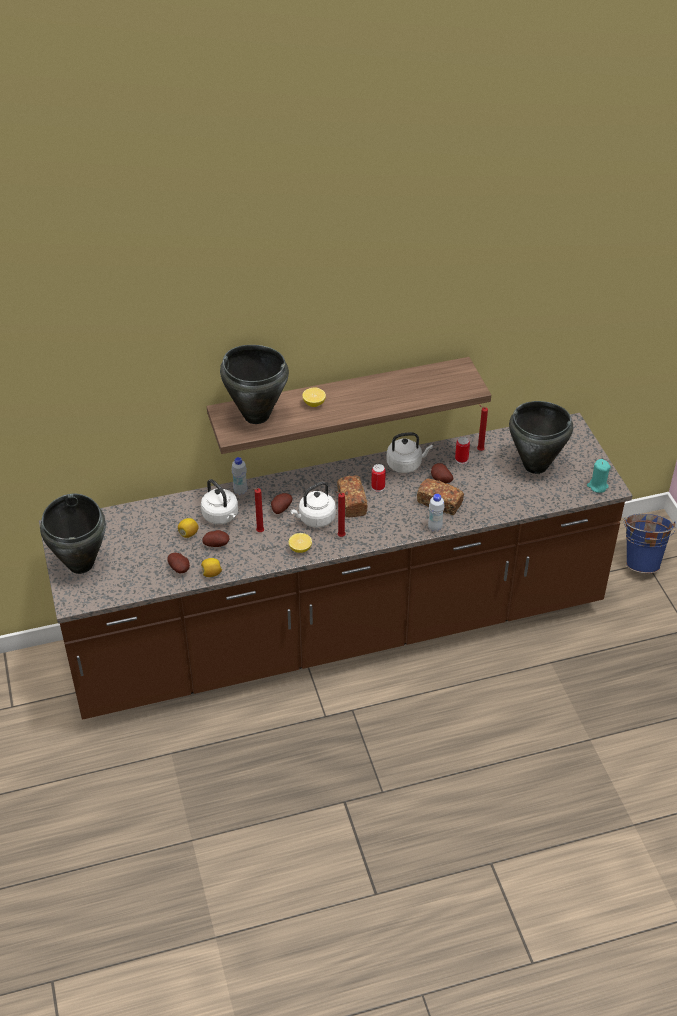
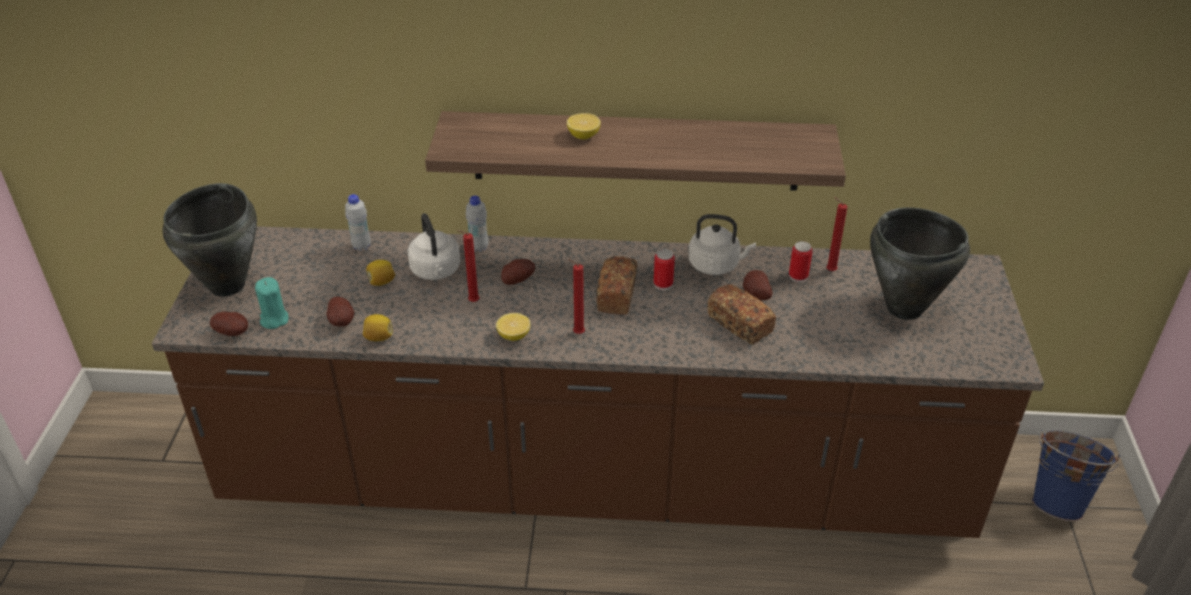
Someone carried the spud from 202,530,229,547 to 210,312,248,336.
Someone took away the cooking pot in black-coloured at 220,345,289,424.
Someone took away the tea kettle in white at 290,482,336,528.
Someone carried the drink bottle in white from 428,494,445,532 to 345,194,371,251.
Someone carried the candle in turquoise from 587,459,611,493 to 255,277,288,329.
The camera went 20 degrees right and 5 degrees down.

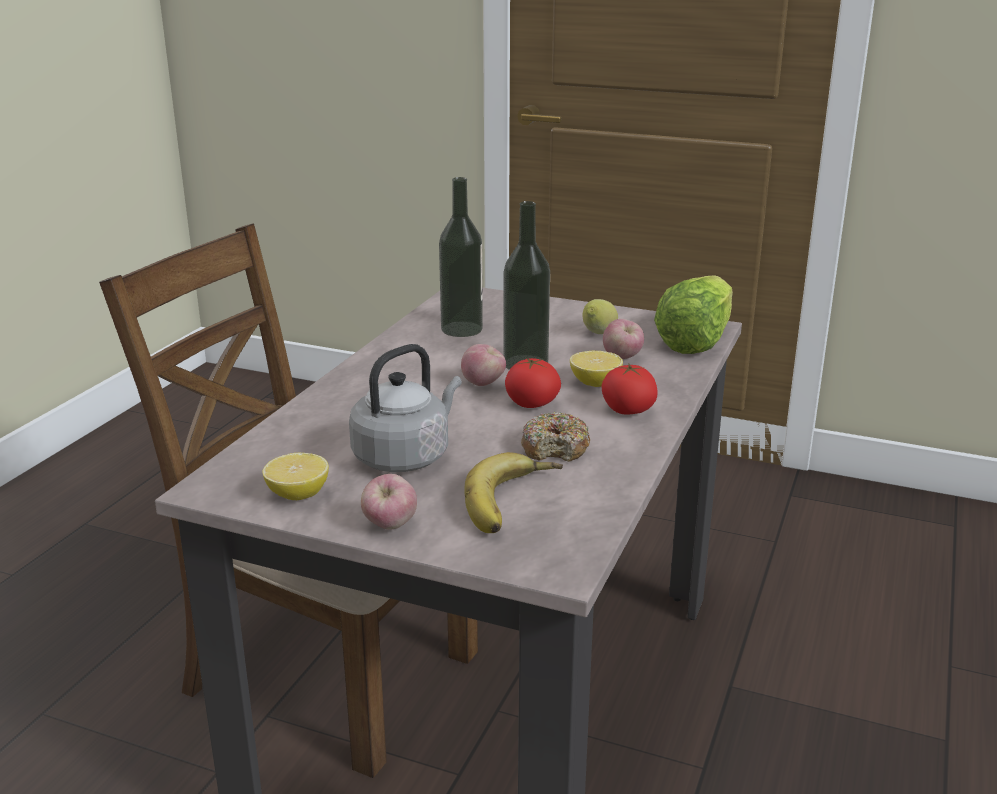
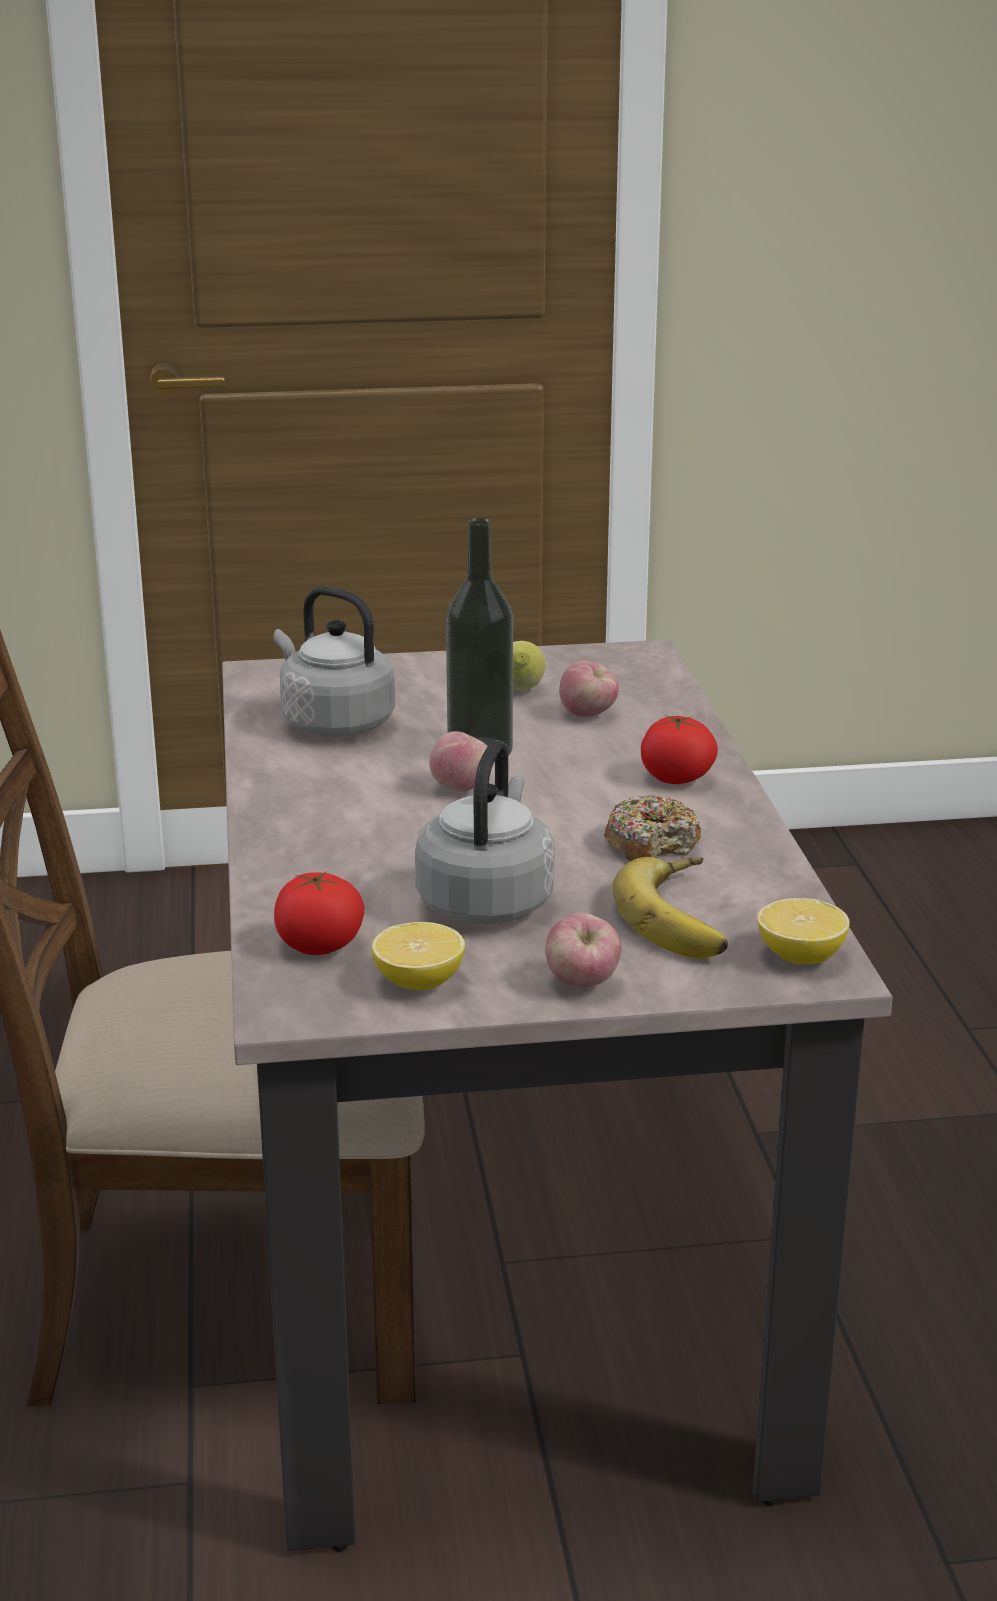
Someone swapped the drink bottle at 439,177,483,337 for the tea kettle in greyish at 273,586,395,737.
Someone carried the tomato from 505,357,561,408 to 274,871,364,955.
Someone carried the lemon from 570,351,623,387 to 757,898,850,964.
Someone took away the head of lettuce at 654,275,733,354.
The camera went 30 degrees left and 0 degrees up.

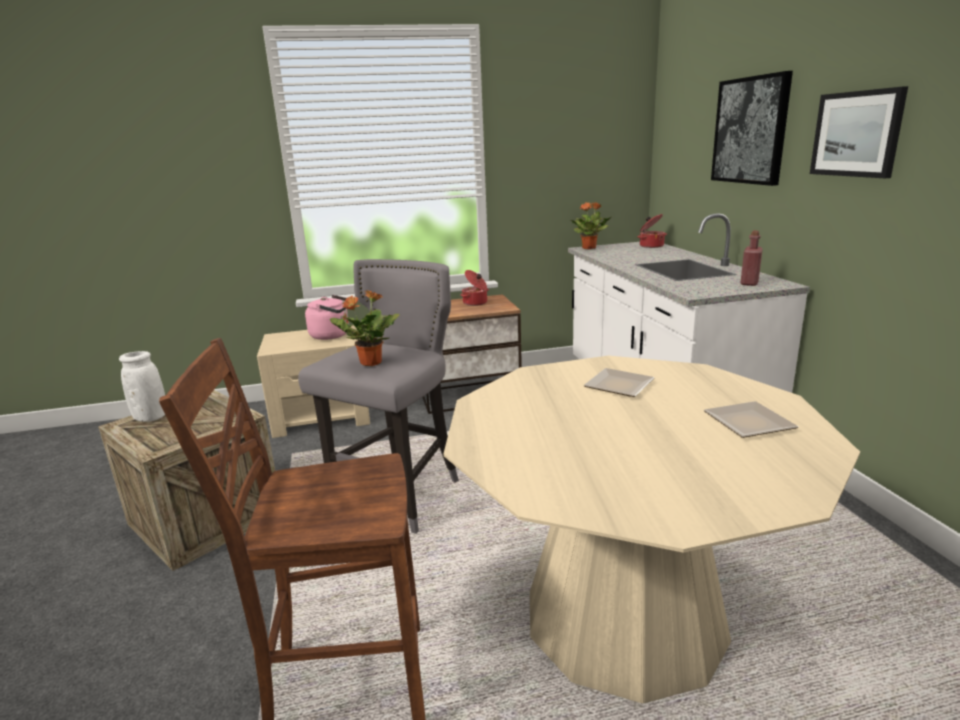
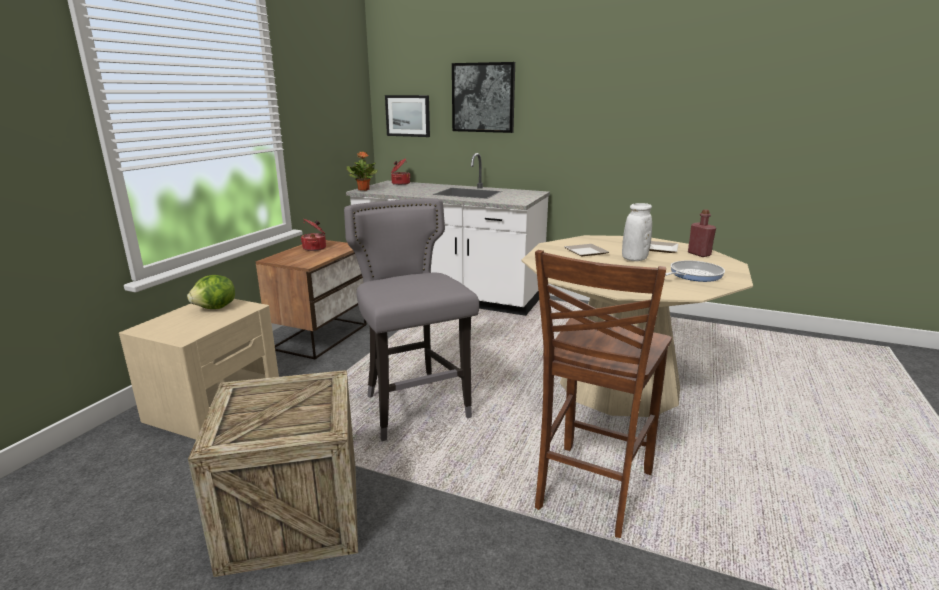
Someone carried the flower vase in white from 119,351,165,422 to 622,203,652,261.
Someone swapped the tea kettle in pink-coloured at 305,295,349,340 for the head of lettuce at 187,275,235,309.
Someone took away the houseplant at 330,290,400,366.
Someone carried the drink bottle in red from 740,230,763,286 to 688,209,716,257.
Someone carried the wall art from 810,86,908,178 to 385,95,430,137.
Someone put down the frying pan at 665,261,725,282.
The camera went 55 degrees left and 0 degrees up.

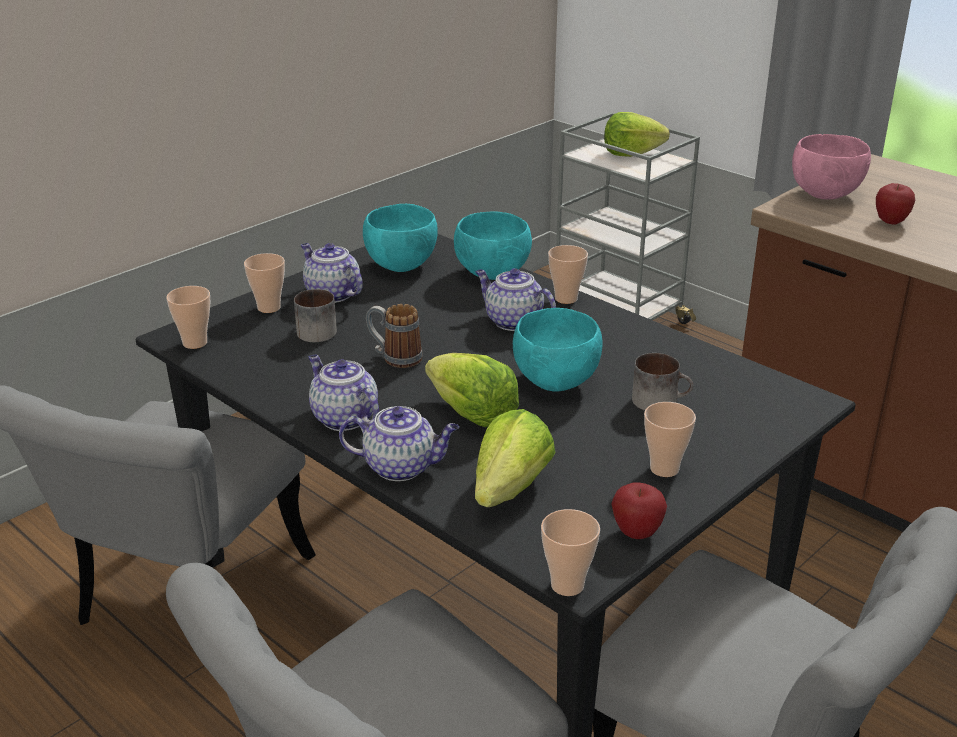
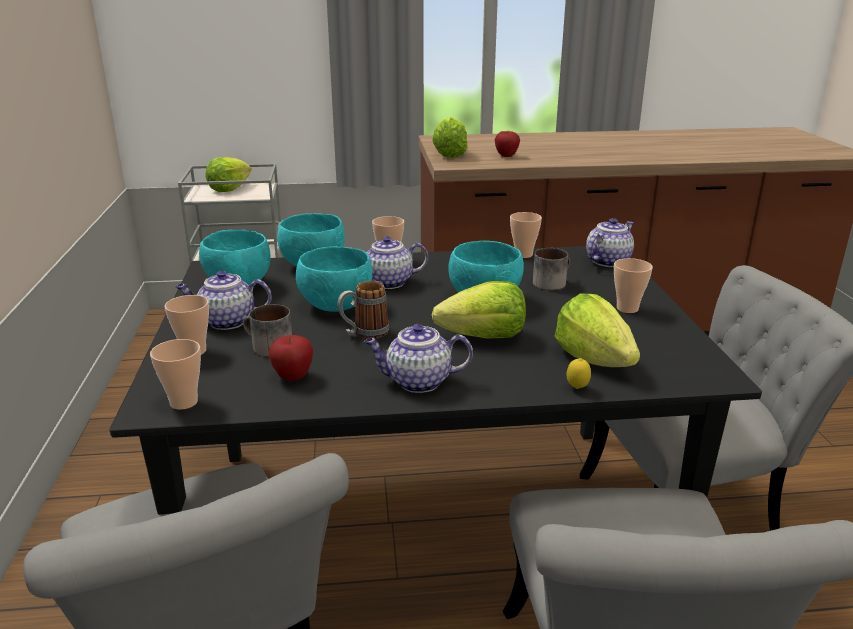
Someone carried the teapot from 339,406,459,481 to 586,218,634,267.
Someone carried the cup from 541,509,600,596 to 510,212,542,258.
Someone carried the apple fruit from 611,482,667,539 to 268,335,313,381.
Someone swapped the deep dish in pink-coloured at 792,134,871,199 for the head of lettuce at 432,117,468,158.
Someone put down the deep dish in turquoise at 296,246,372,312.
Someone put down the lemon at 567,358,591,389.
The camera went 50 degrees left and 5 degrees down.

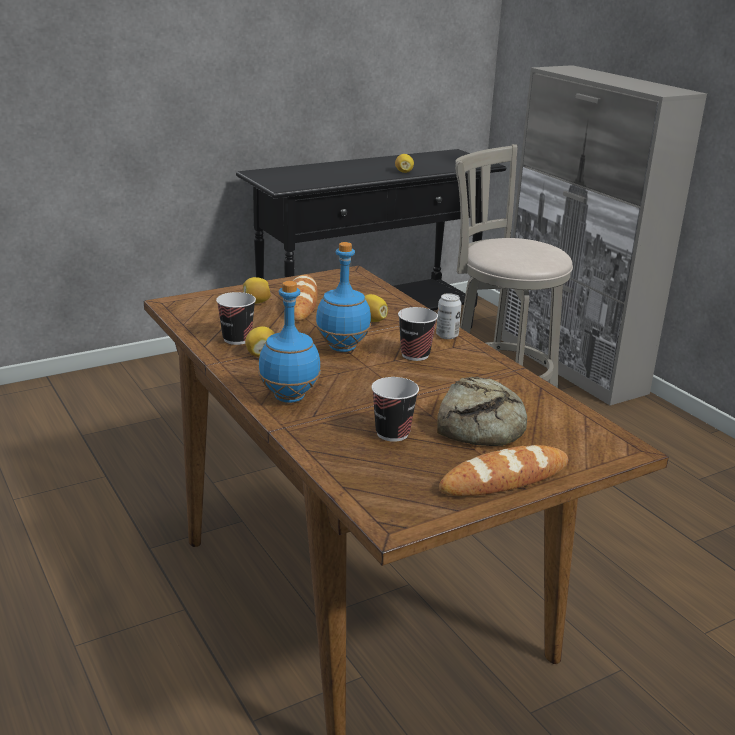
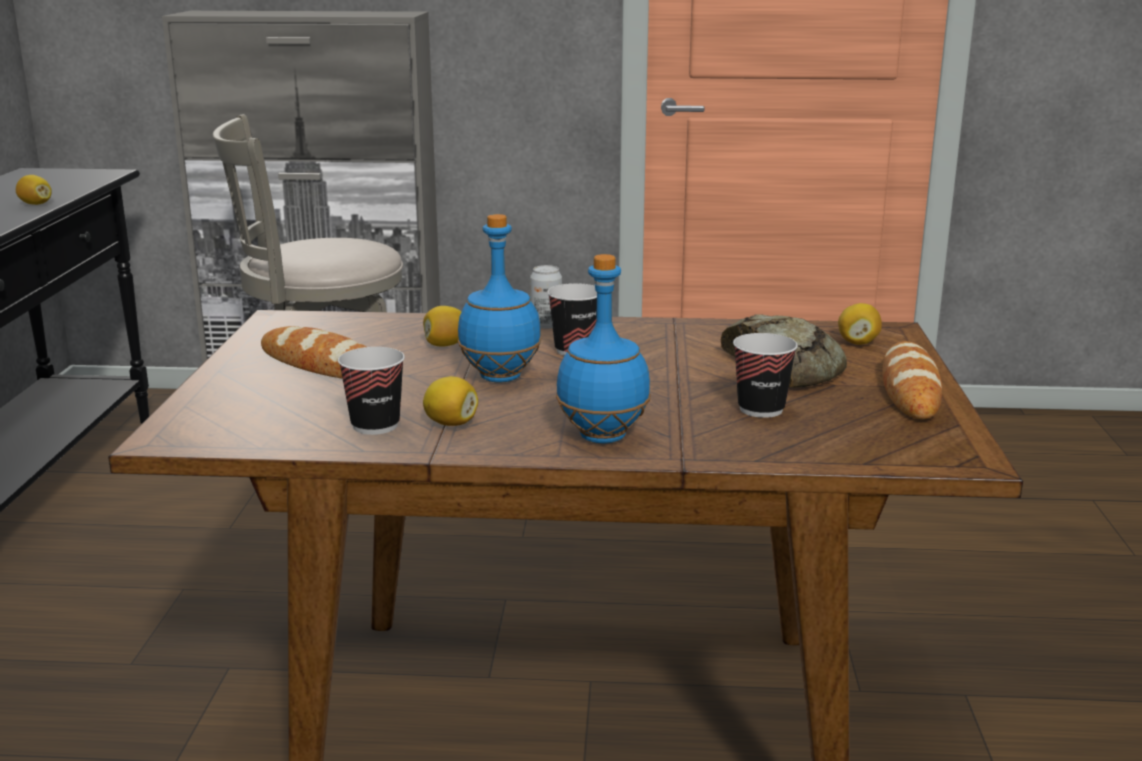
Someone carried the lemon from 243,277,271,304 to 838,303,882,345.
The camera went 55 degrees left and 5 degrees down.

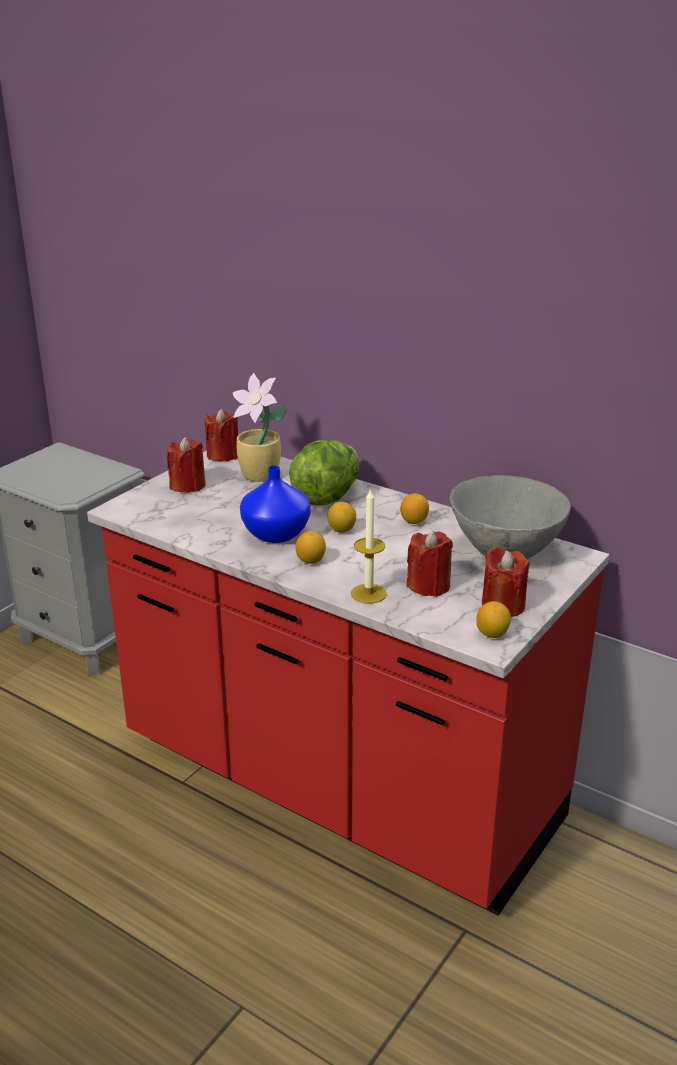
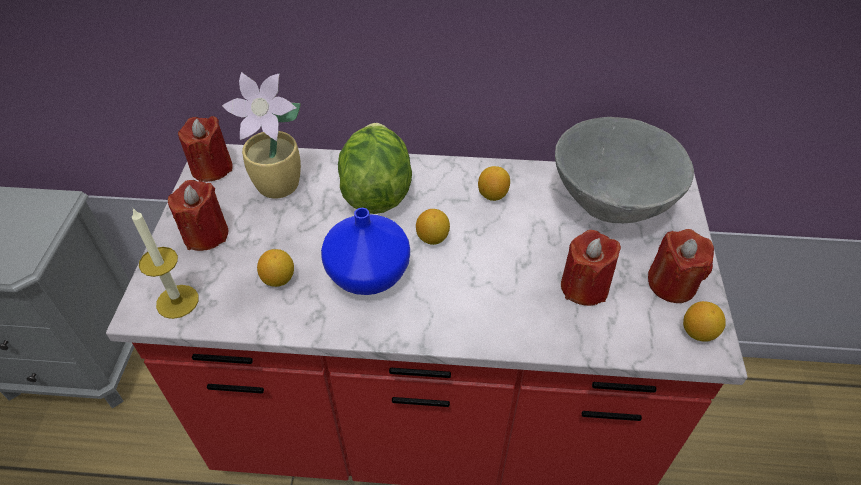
Someone carried the lemon from 296,531,326,564 to 257,249,294,287.
Someone carried the candle from 351,488,387,604 to 132,209,199,319.
The camera went 30 degrees left and 20 degrees up.

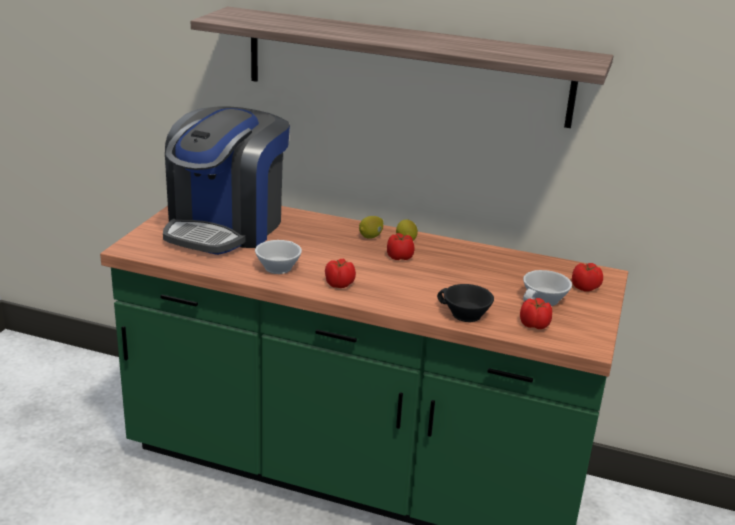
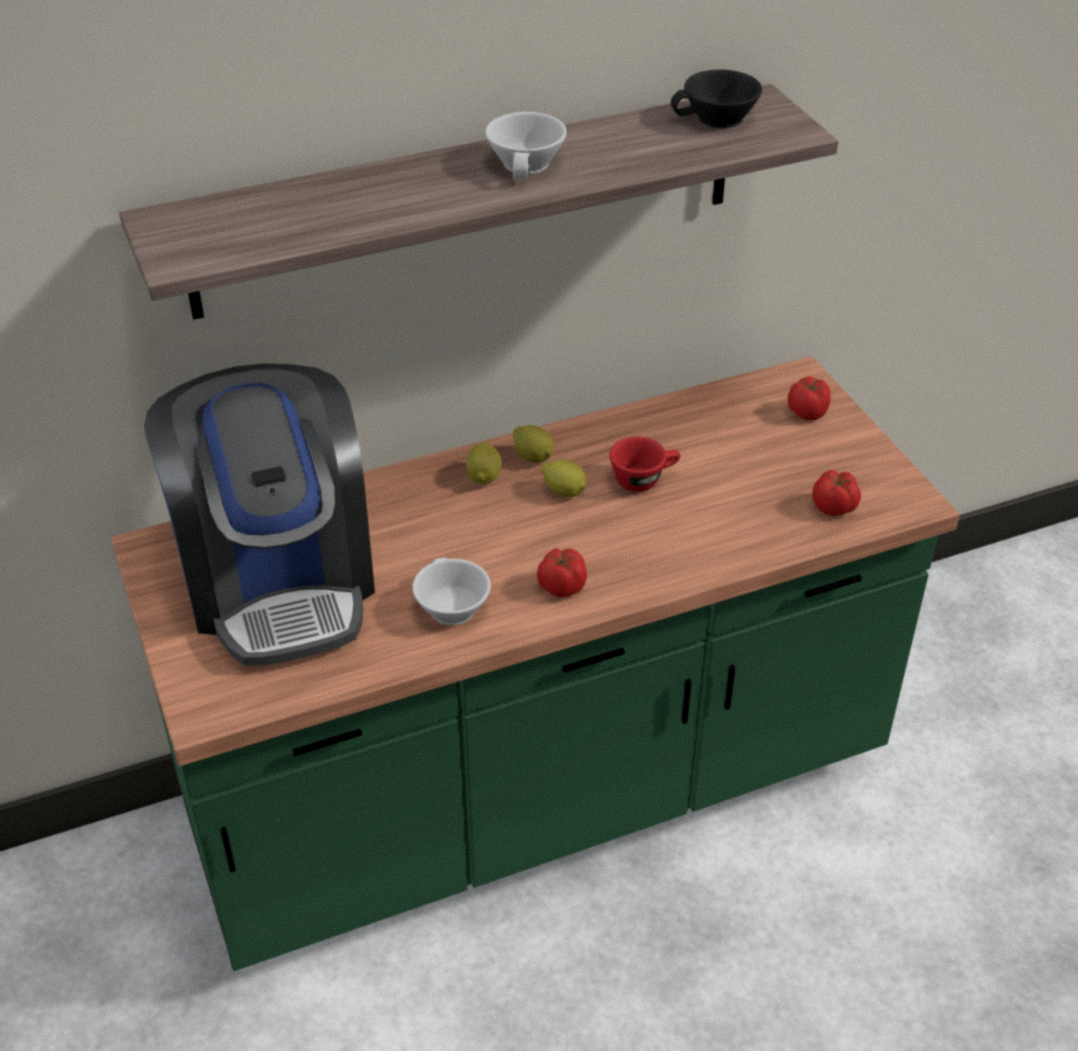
Someone swapped the tomato at 387,233,414,260 for the lemon at 542,460,586,497.
Someone carried the cup in black-coloured from 437,284,494,322 to 671,70,762,128.
Someone carried the cup in white from 523,270,572,306 to 485,112,567,179.
Someone put down the cup in red at 610,437,680,492.
The camera went 40 degrees left and 15 degrees up.

